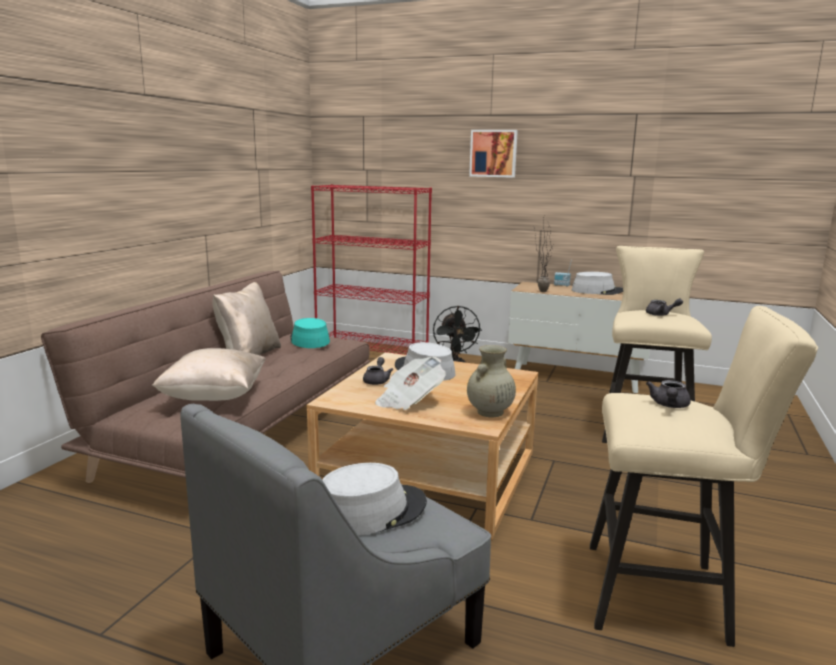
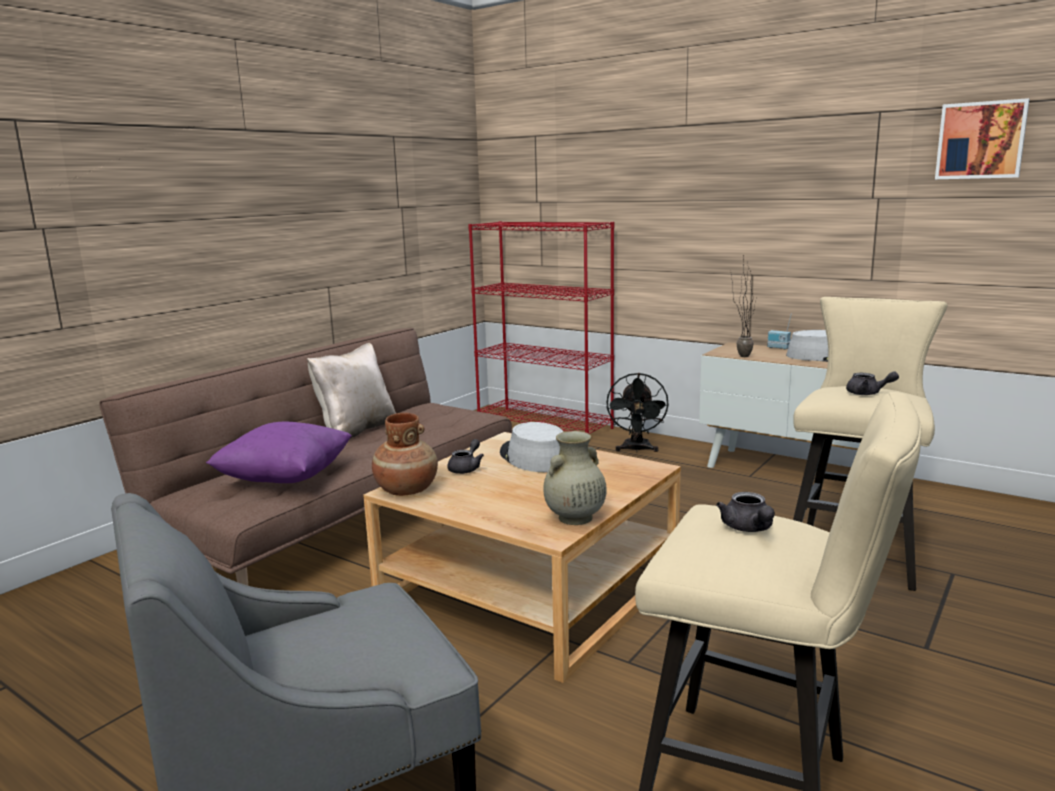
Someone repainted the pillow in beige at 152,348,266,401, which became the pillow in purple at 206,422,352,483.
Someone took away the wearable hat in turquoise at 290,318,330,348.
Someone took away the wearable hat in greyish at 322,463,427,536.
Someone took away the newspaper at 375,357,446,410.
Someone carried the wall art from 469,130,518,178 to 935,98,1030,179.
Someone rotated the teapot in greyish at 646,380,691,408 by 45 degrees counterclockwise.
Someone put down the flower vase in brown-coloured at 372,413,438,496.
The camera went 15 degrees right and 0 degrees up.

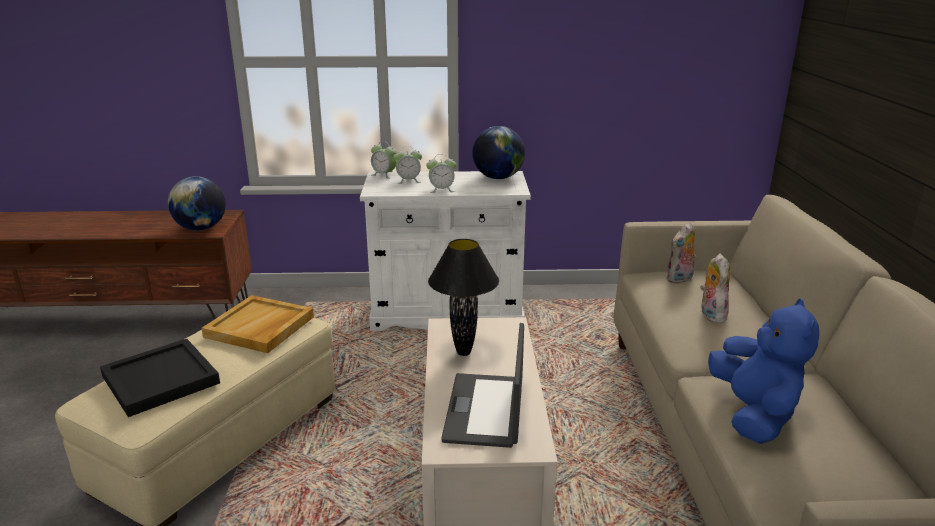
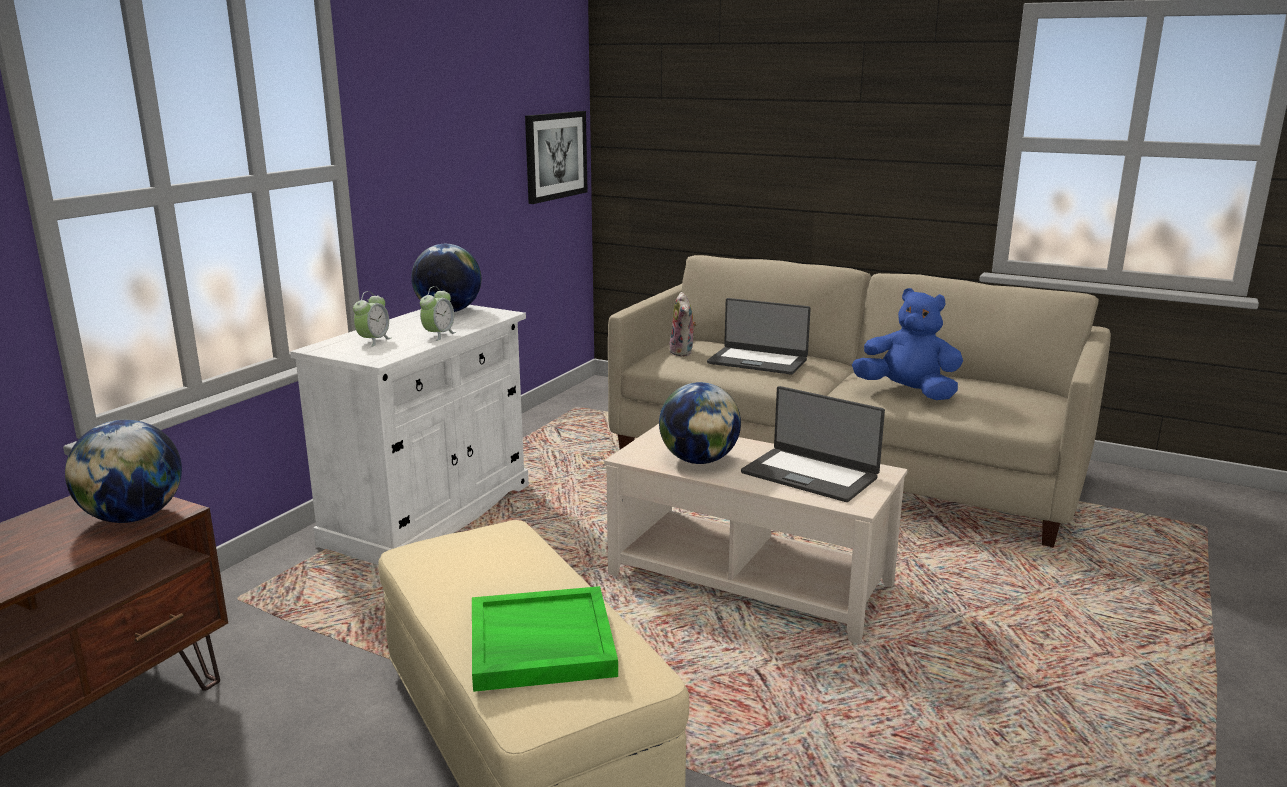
Someone repainted the carrying tray in black-coloured at 100,339,220,417, which became the carrying tray in green at 472,586,618,692.
Someone took away the carrying tray in beige at 201,295,314,353.
Someone took away the table clock at 371,141,396,179.
Someone swapped the tabletop lamp in black-coloured at 428,239,499,356 for the desk globe at 659,382,741,464.
Someone swapped the plush toy at 700,254,730,323 for the laptop at 707,298,811,375.
Someone put up the wall art at 525,111,588,204.
The camera went 60 degrees left and 5 degrees down.

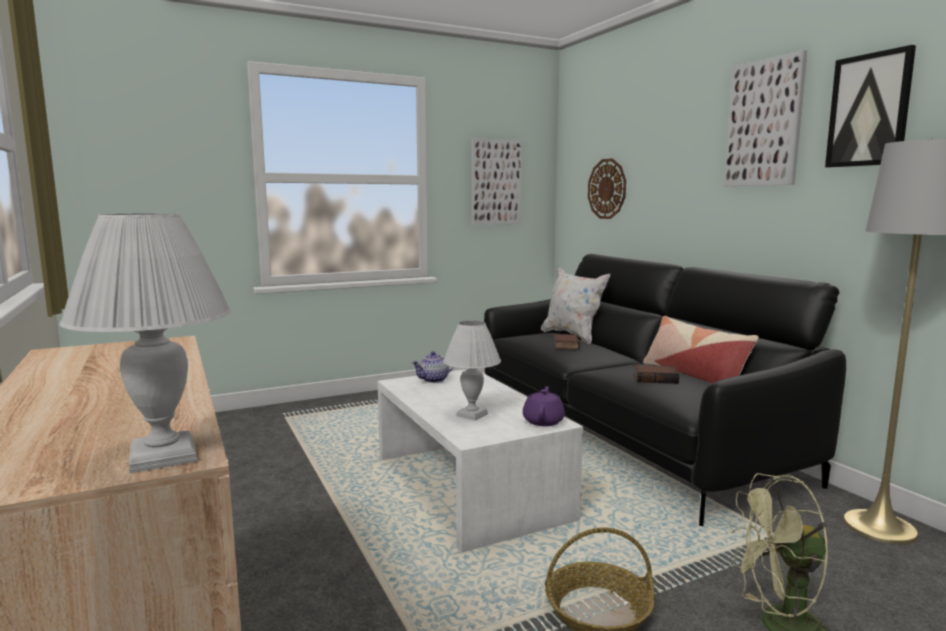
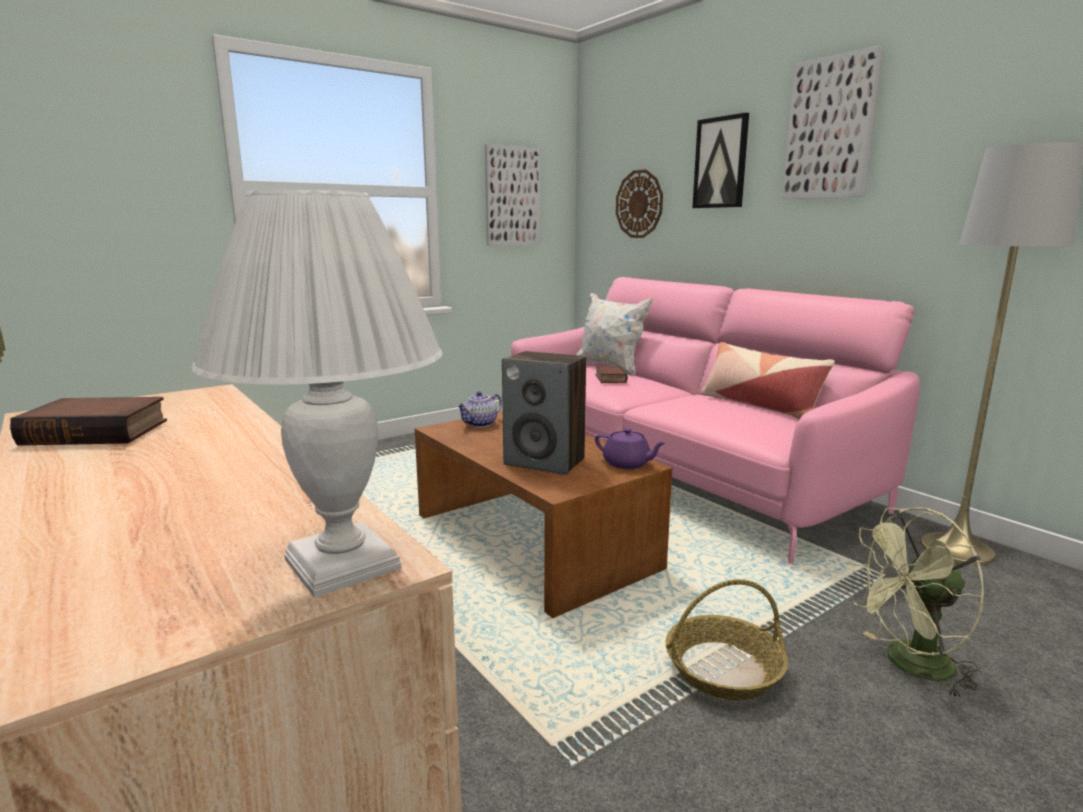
Someone repainted the lounge table in white at 378,369,583,553, which became the lounge table in brown-coloured at 415,411,672,618.
Someone swapped the tabletop lamp in white at 443,321,501,420 for the speaker at 502,351,586,475.
Someone repainted the settee in black-coloured at 484,254,846,526, which became the settee in pink-coloured at 511,277,920,564.
Someone rotated the teapot in purple at 523,386,565,426 by 120 degrees clockwise.
Someone carried the volume from 633,365,679,384 to 10,397,167,445.
Someone carried the wall art from 825,45,916,168 to 692,113,749,208.
The camera went 10 degrees left and 5 degrees up.

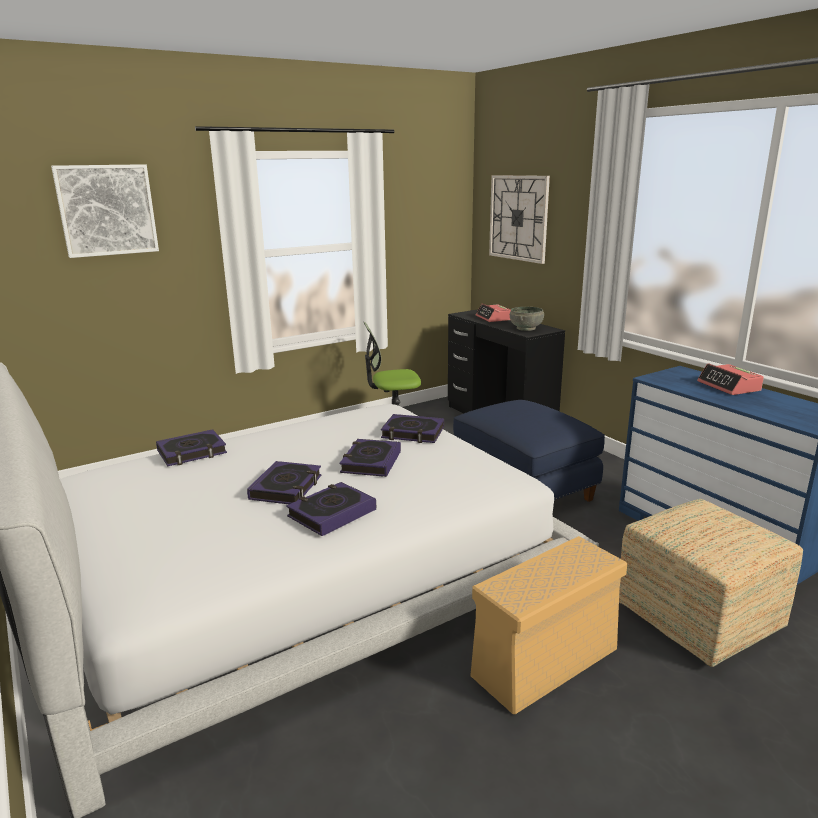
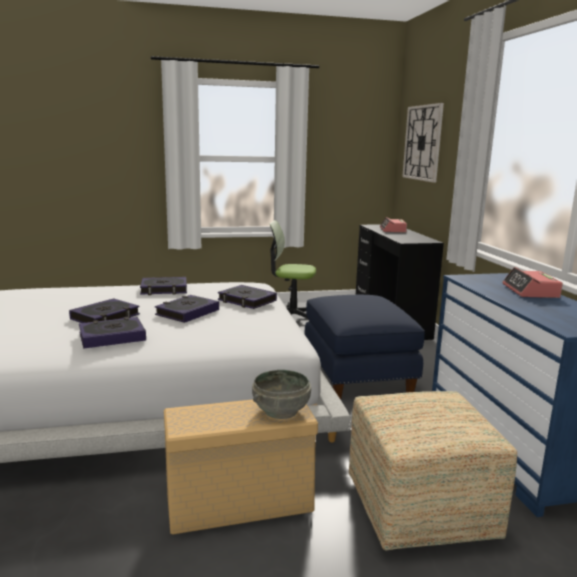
Someone took away the wall art at 51,164,159,258.
Someone carried the volume from 156,429,227,466 to 140,277,187,295.
Someone carried the deep dish in greyish from 510,307,544,331 to 252,370,311,419.
The camera went 20 degrees right and 5 degrees down.

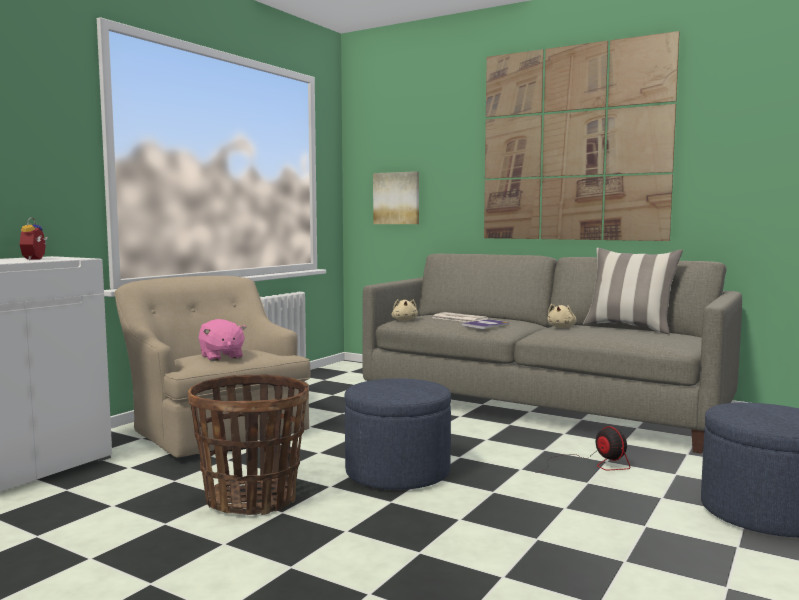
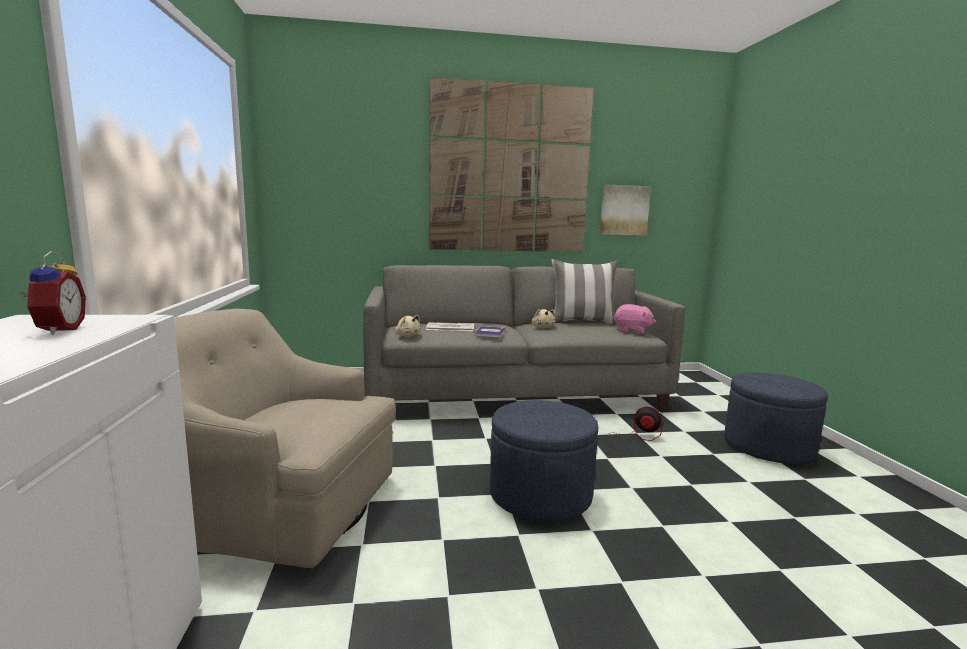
Someone rotated the table clock at 20,217,48,260 by 150 degrees counterclockwise.
Someone took away the household basket at 188,374,309,515.
Someone carried the plush toy in pink-coloured from 198,319,247,361 to 613,304,656,334.
Someone carried the wall art from 373,171,419,224 to 600,184,651,236.
The camera went 40 degrees left and 5 degrees up.

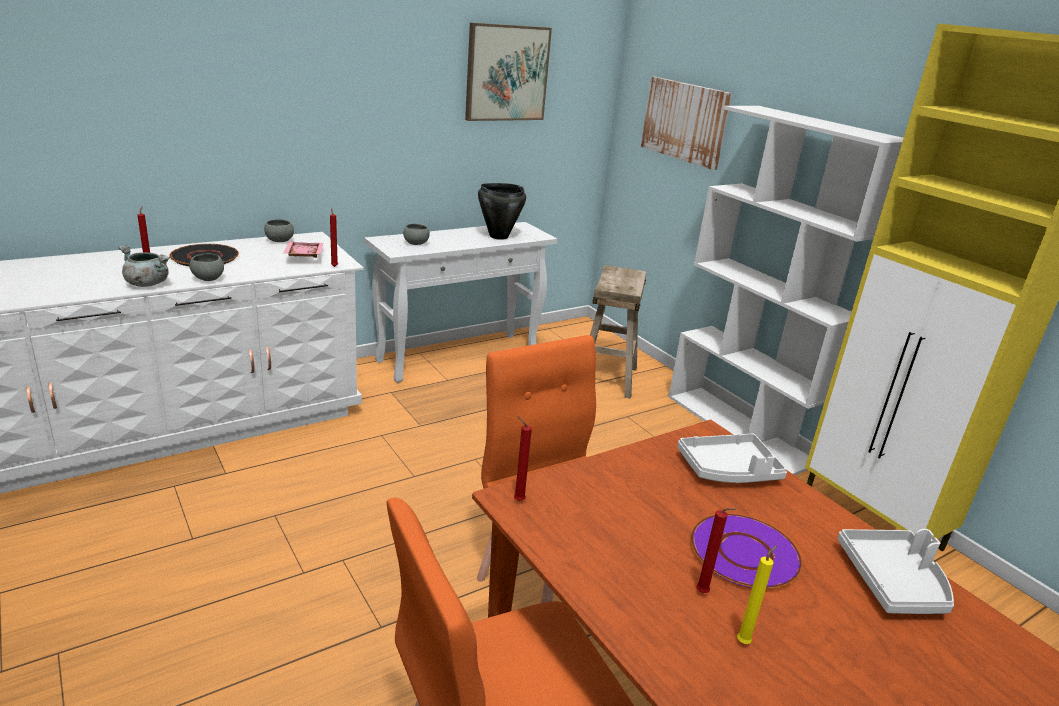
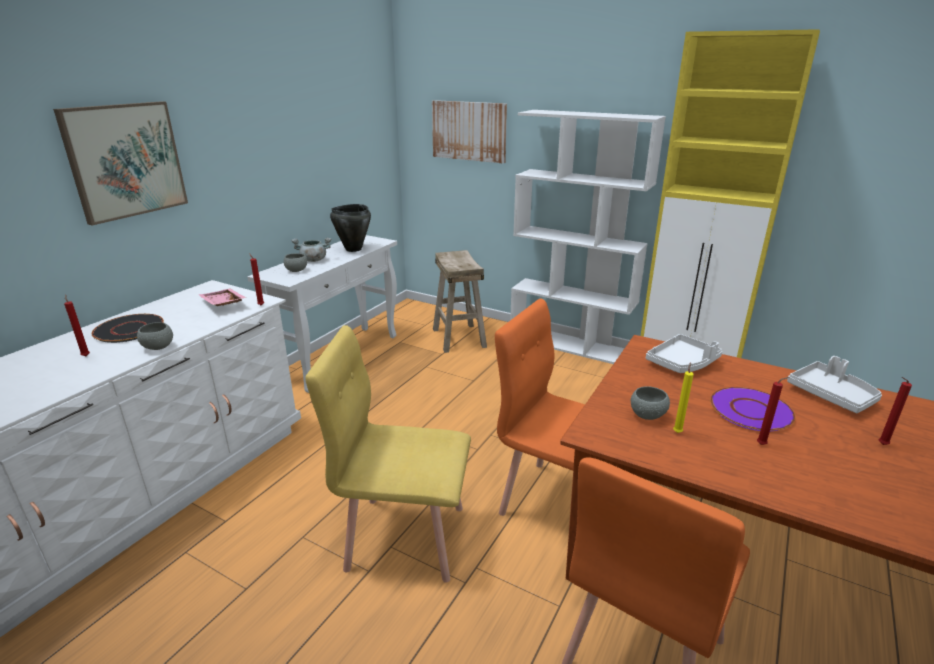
Someone carried the cooking pot in greyish from 118,245,170,287 to 291,238,331,262.
Someone carried the deep dish in greyish from 264,219,294,242 to 631,386,670,420.
Someone carried the wall art from 465,22,552,121 to 53,101,188,225.
Someone carried the candle in red from 514,416,532,501 to 879,377,912,445.
Someone carried the candle in yellowish from 737,545,777,644 to 673,362,694,433.
Someone put down the upright chair in yellowish at 305,325,471,583.
The camera went 25 degrees left and 0 degrees up.

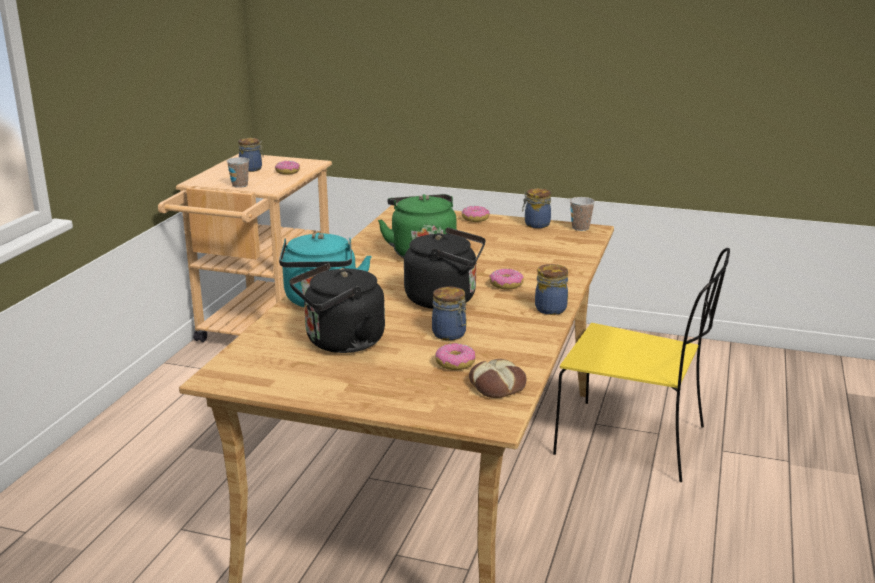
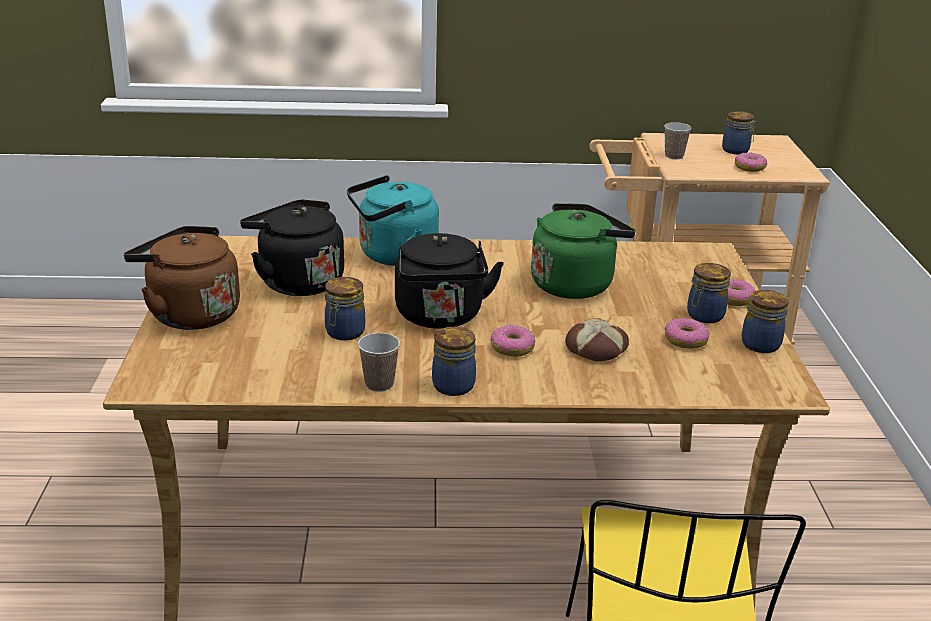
Someone carried the ring doughnut from 435,343,476,370 to 664,318,709,349.
Someone carried the bakery bread from 469,359,527,398 to 565,318,629,361.
Someone carried the cup from 570,197,595,231 to 358,333,400,392.
Someone put down the tea kettle in brown-coloured at 124,226,240,330.
Someone put down the preserve jar at 687,263,731,323.
The camera went 70 degrees right and 5 degrees up.

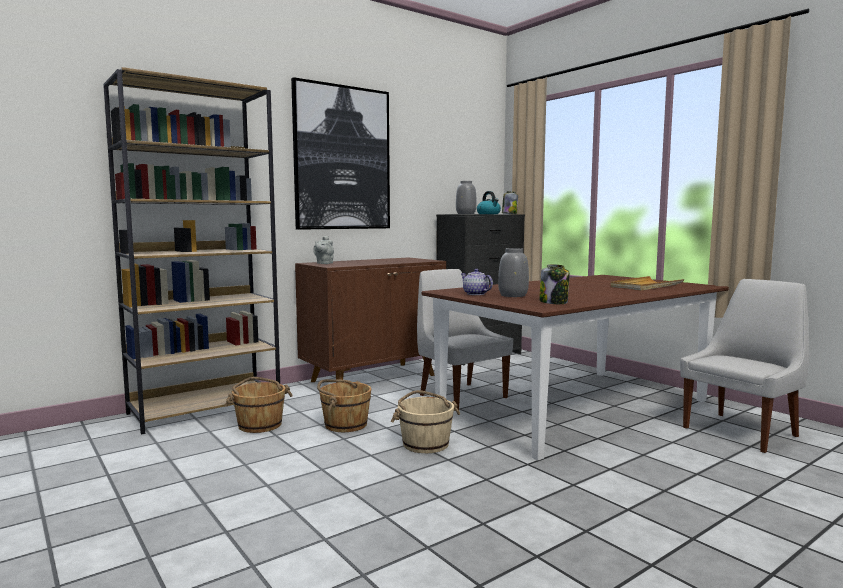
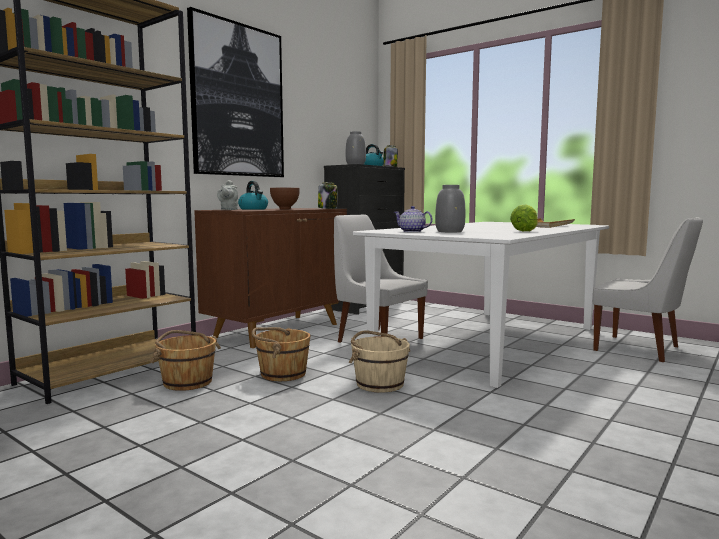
Someone repainted the dining table in brown-coloured at 422,275,729,460, which became the dining table in white at 353,222,609,388.
Someone carried the preserve jar from 539,264,569,304 to 318,182,338,209.
Someone rotated the upright chair in white at 680,279,809,453 by 90 degrees clockwise.
Someone put down the tea kettle at 238,181,268,210.
Someone put down the deep dish in brown-coloured at 270,188,300,210.
Someone put down the head of lettuce at 510,204,537,232.
The camera went 15 degrees left and 0 degrees up.

